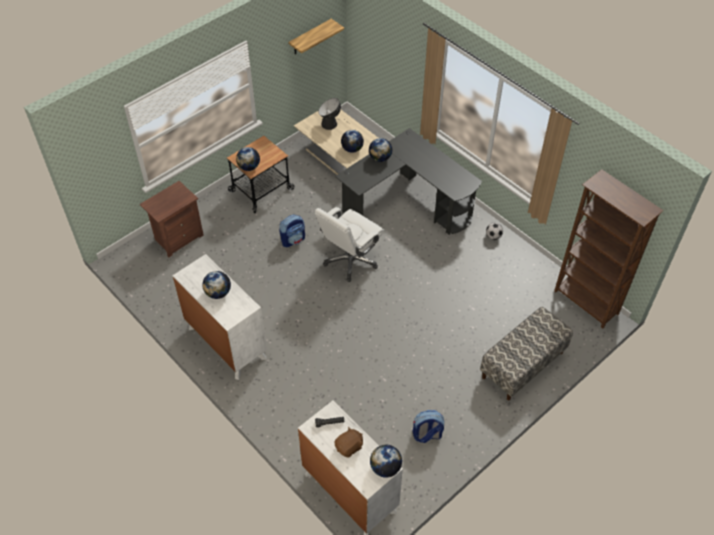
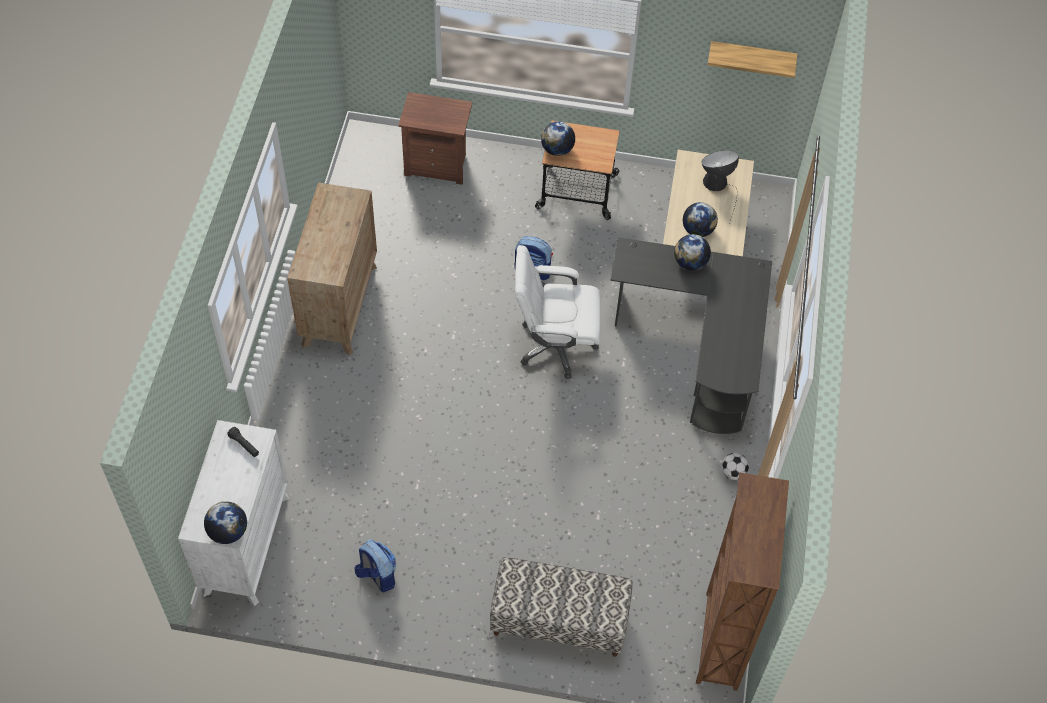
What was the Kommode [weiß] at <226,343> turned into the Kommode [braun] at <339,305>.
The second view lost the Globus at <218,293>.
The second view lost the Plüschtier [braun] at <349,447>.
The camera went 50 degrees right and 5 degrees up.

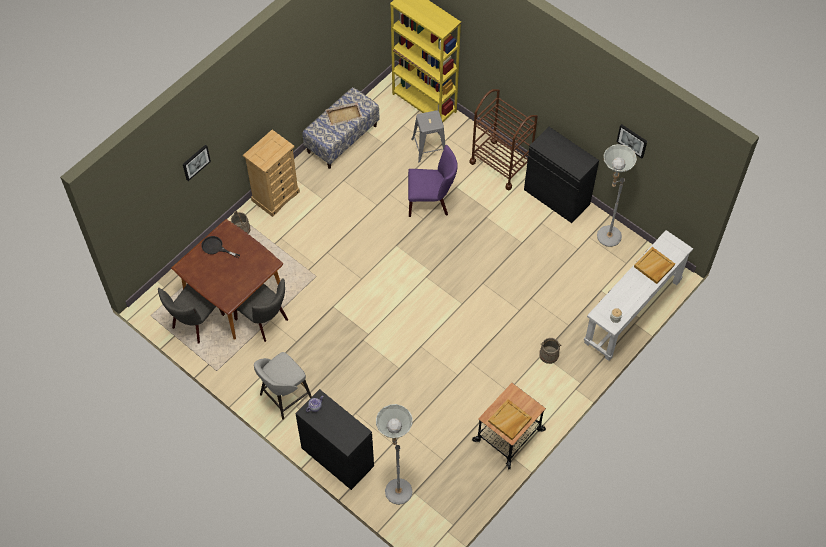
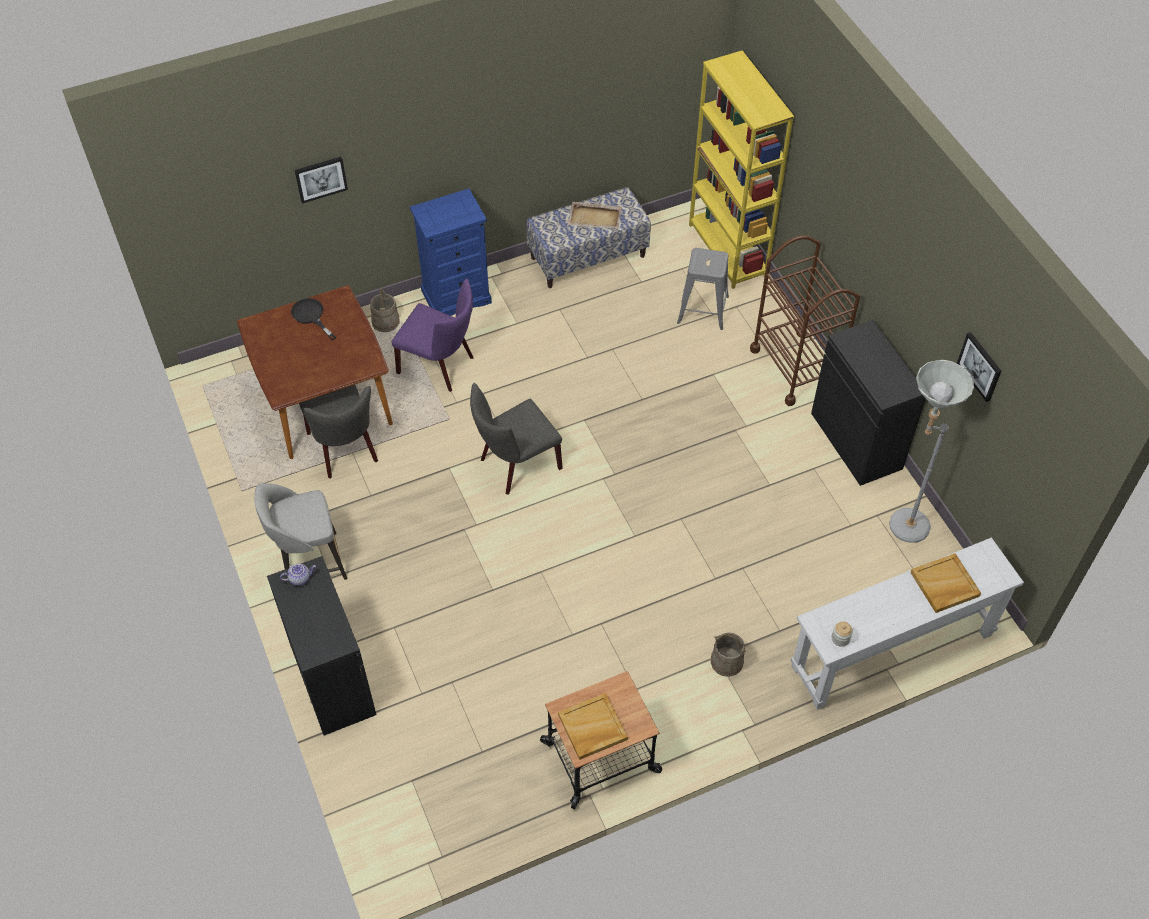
What was the Kommode [beige] at <275,196> turned into the Kommode [blau] at <456,296>.
The Stuhl [lila] ended up elsewhere, having gone from <431,201> to <440,366>.
The Stuhl [grau] ended up elsewhere, having gone from <195,323> to <516,465>.
The second view lost the Stehlampe [grau] at <396,486>.
The camera went 25 degrees right and 5 degrees down.

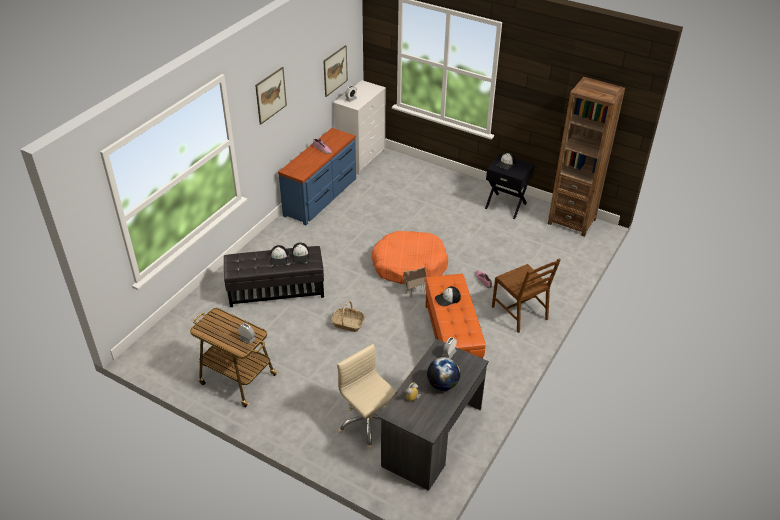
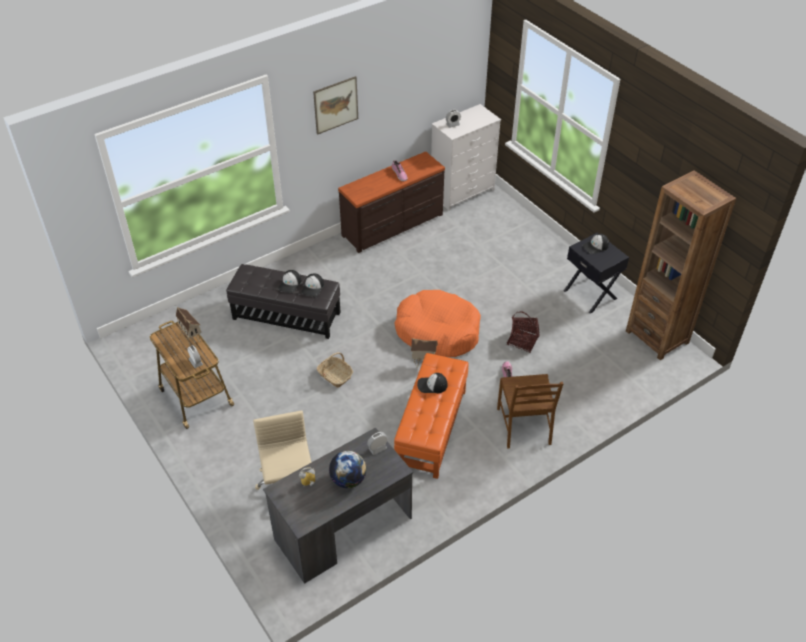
The second view lost the Bild at <335,70>.
What was the Kommode [blau] at <321,197> turned into the Kommode [braun] at <393,225>.
The second view gained the Spielzeughaus at <192,339>.
The second view gained the Korb at <522,341>.
The camera went 25 degrees right and 5 degrees up.

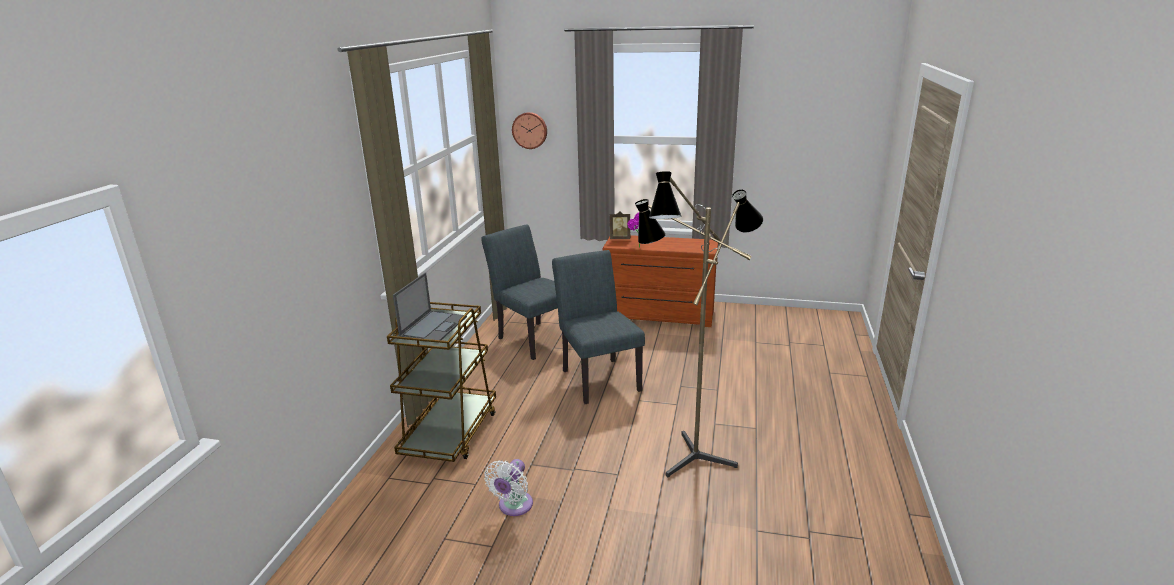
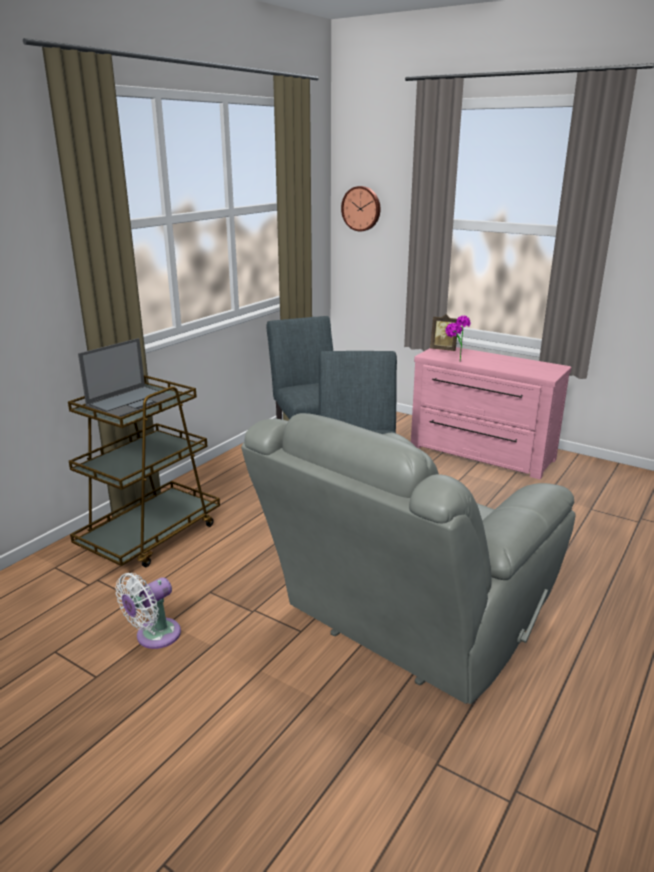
Where the Stehlampe stood at <688,455>, the Sessel [grau] came to stand at <406,631>.
What was the Kommode [braun] at <659,315> turned into the Kommode [rosa] at <480,454>.
The camera went 20 degrees right and 0 degrees up.

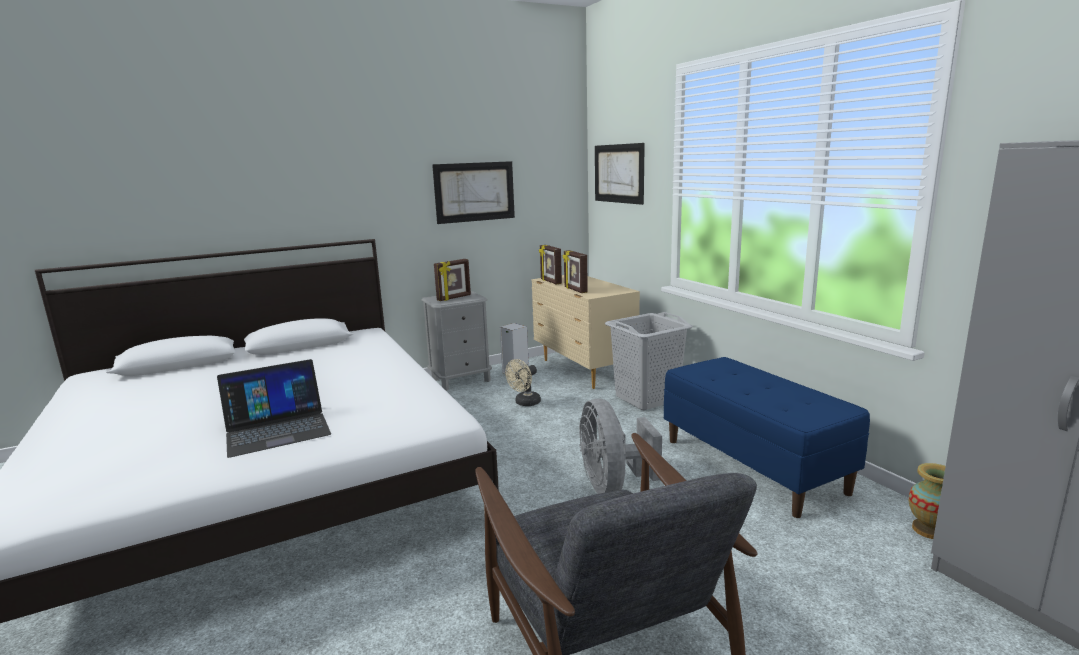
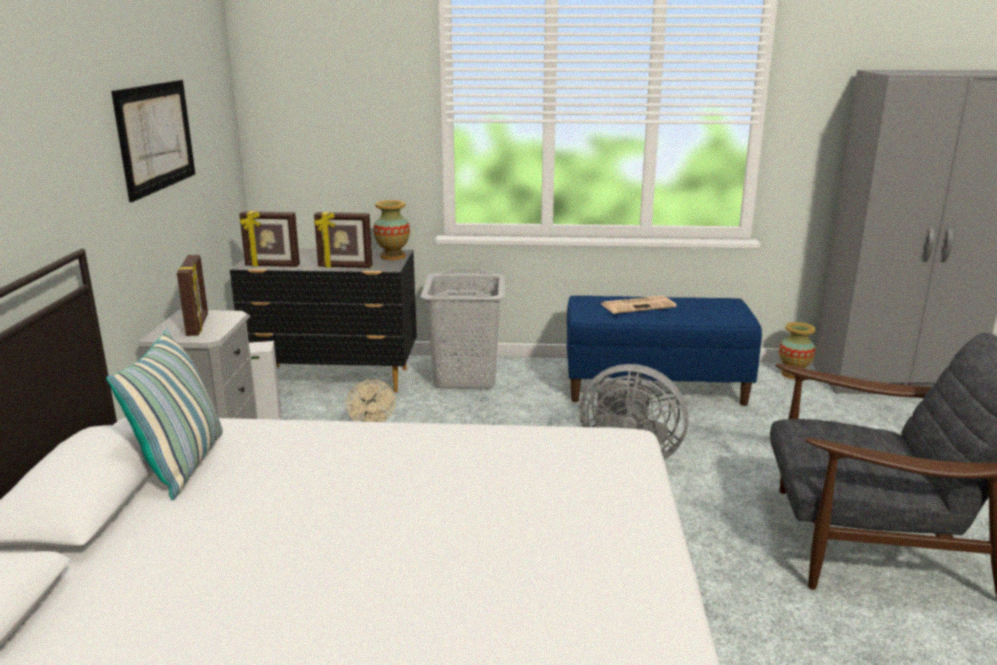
The second view lost the Bild at <618,173>.
What was the Kommode [beige] at <583,370> turned into the Kommode [schwarz] at <335,379>.
The second view lost the Laptop at <277,429>.
The second view gained the Vase at <393,256>.
The second view gained the Zeitung at <638,305>.
The second view gained the Kissen at <183,464>.
The camera went 60 degrees left and 5 degrees up.

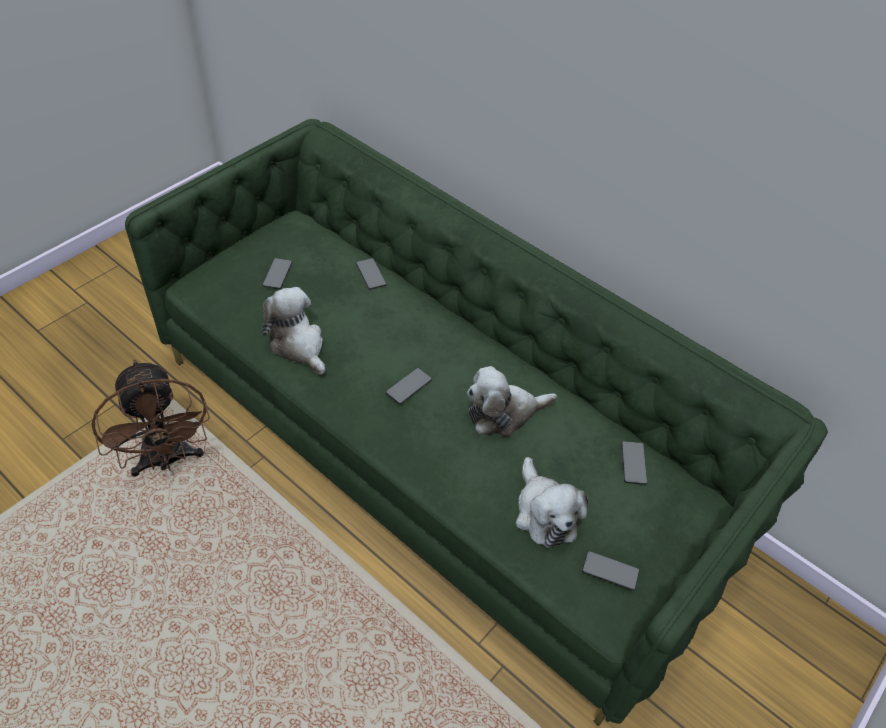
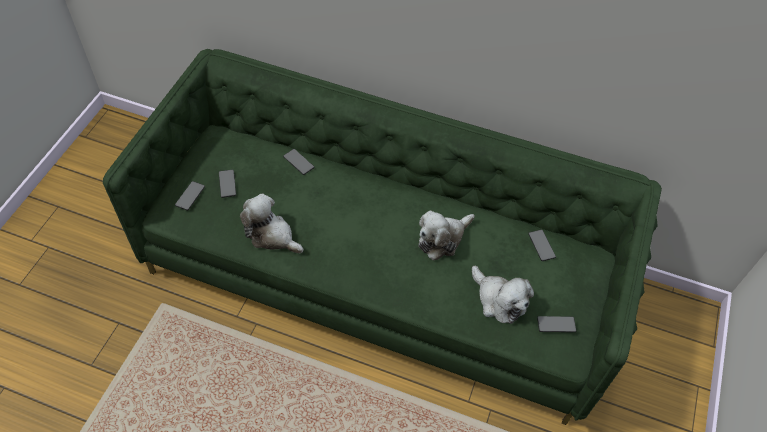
The second view lost the Ventilator [braun] at <167,460>.
The Handy ended up elsewhere, having gone from <409,386> to <190,196>.
The camera went 20 degrees left and 5 degrees up.

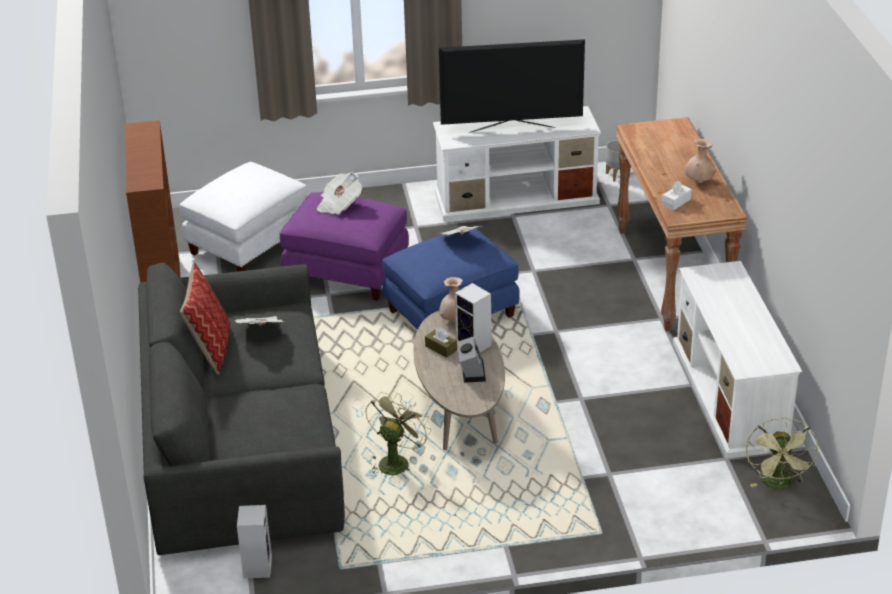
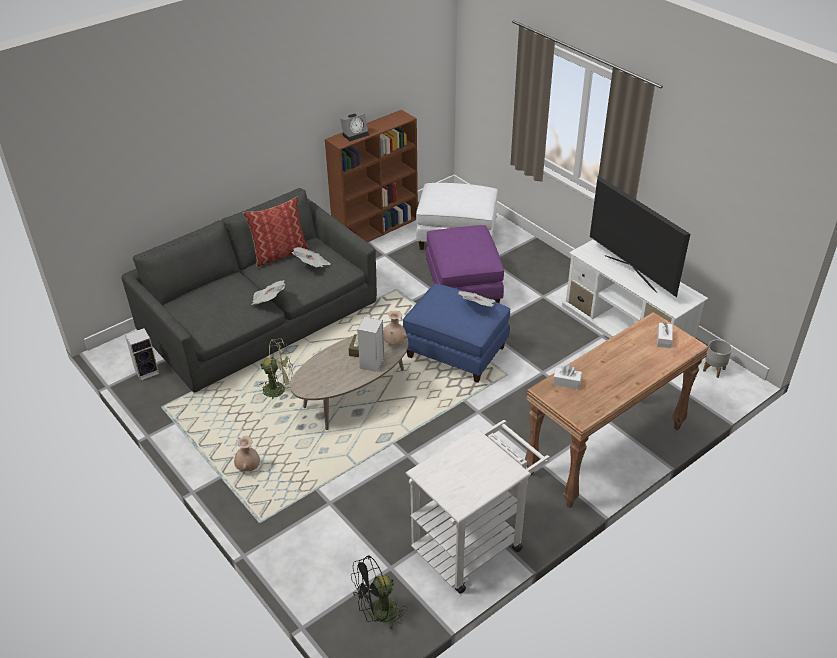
The Vase [beige] ended up elsewhere, having gone from <699,182> to <248,467>.
The Zeitung ended up elsewhere, having gone from <339,204> to <268,300>.
Where the Fernsehschrank [weiß] stood at <730,395>, the Rollwagen [weiß] came to stand at <474,542>.
The Wecker ended up elsewhere, having gone from <471,371> to <355,134>.
What was the Ventilator [grün] at <778,484> turned into the Ventilator [schwarz] at <378,614>.
The second view gained the Taschentuchbox [weiß] at <663,339>.
The camera went 60 degrees right and 5 degrees up.

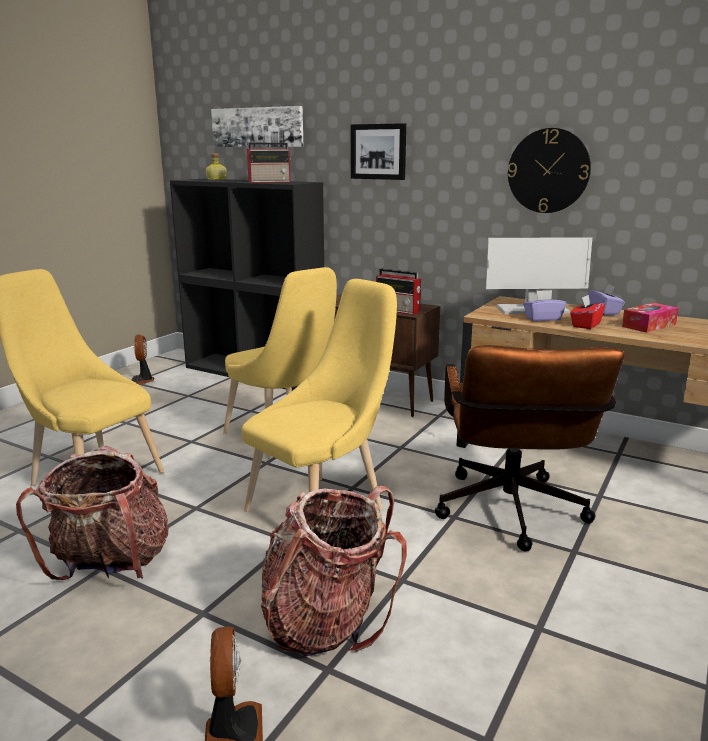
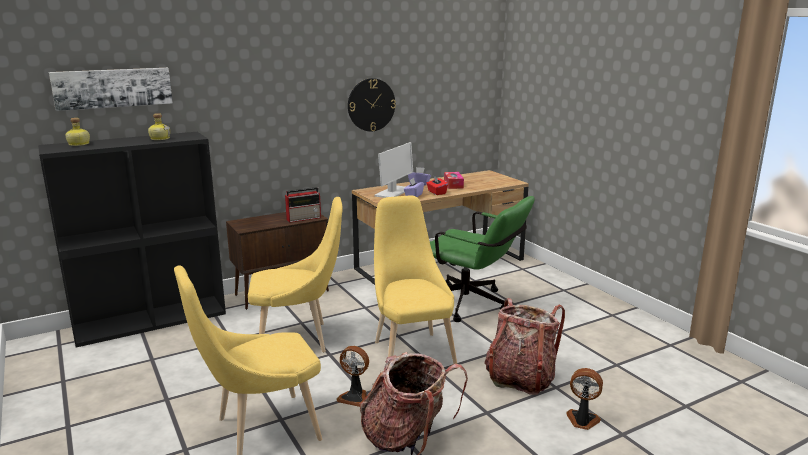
The second view lost the Bild at <378,151>.
Where the Radio stood at <270,182>, the Flasche came to stand at <160,138>.
The Ventilator ended up elsewhere, having gone from <142,381> to <354,397>.
What was the Bürostuhl [braun] at <511,516> turned into the Bürostuhl [grün] at <472,305>.
The camera went 60 degrees left and 0 degrees up.

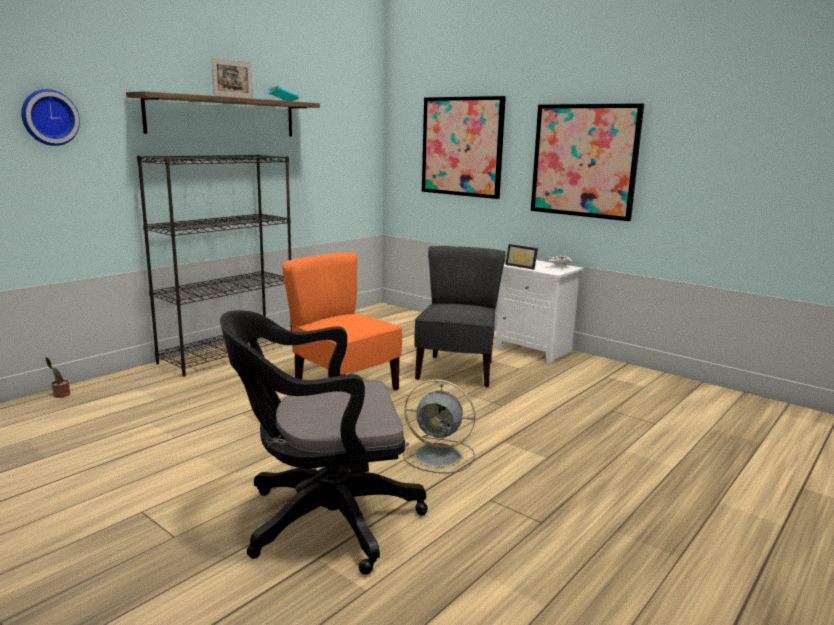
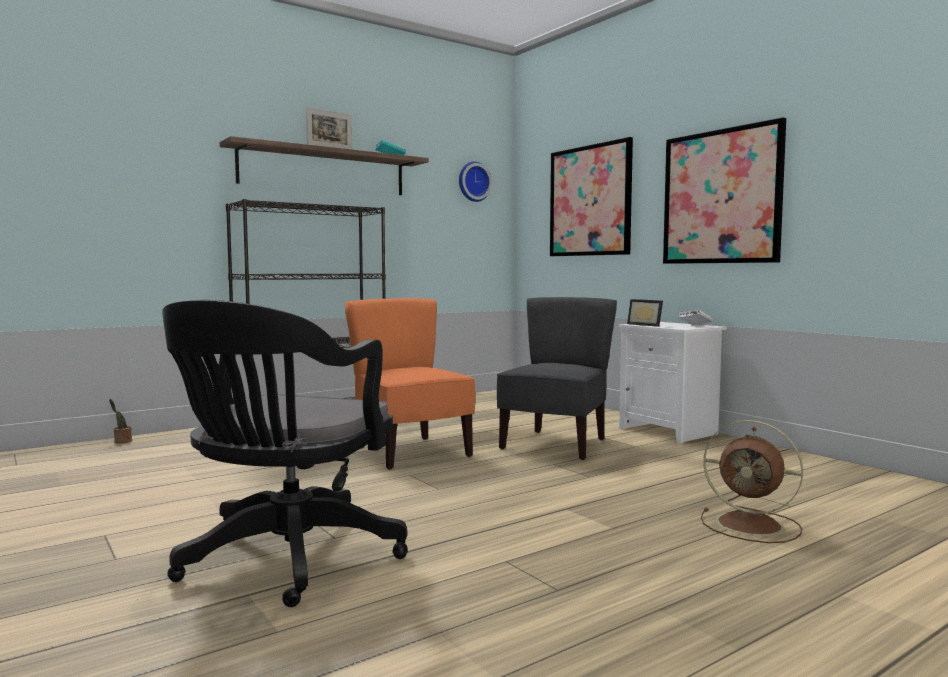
The Wanduhr ended up elsewhere, having gone from <49,117> to <473,182>.
The Bürostuhl [schwarz] at <322,520> ended up facing another way, 75 degrees counterclockwise from before.
The second view lost the Ventilator [grau] at <440,456>.
The second view gained the Ventilator [braun] at <752,525>.
The camera went 15 degrees right and 10 degrees down.

